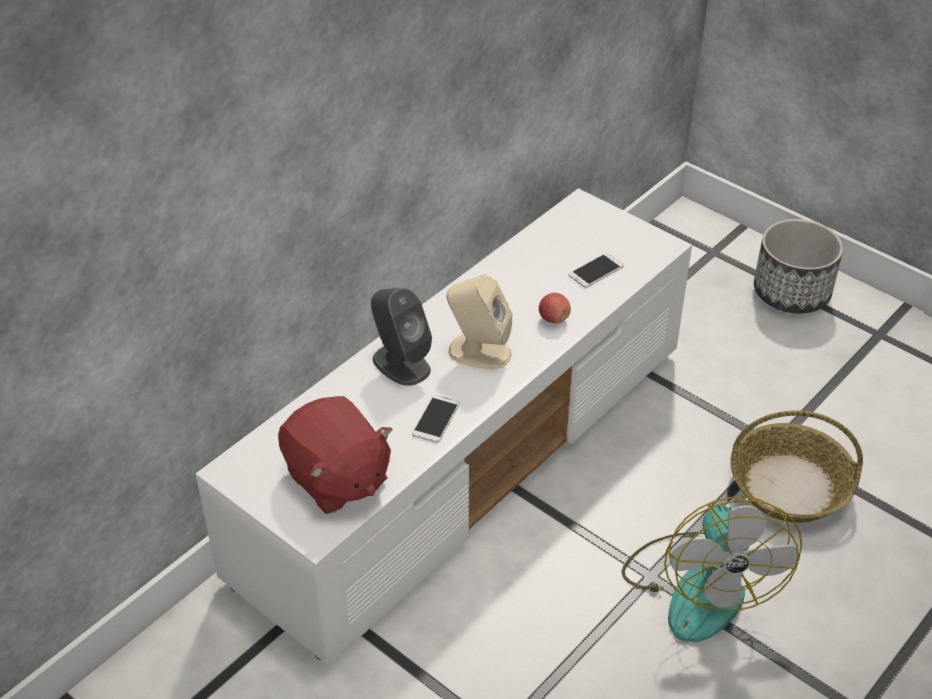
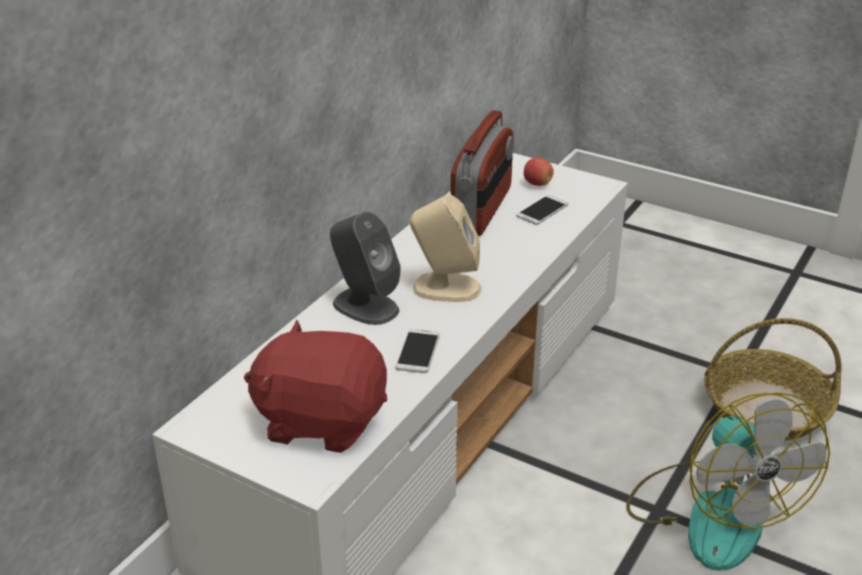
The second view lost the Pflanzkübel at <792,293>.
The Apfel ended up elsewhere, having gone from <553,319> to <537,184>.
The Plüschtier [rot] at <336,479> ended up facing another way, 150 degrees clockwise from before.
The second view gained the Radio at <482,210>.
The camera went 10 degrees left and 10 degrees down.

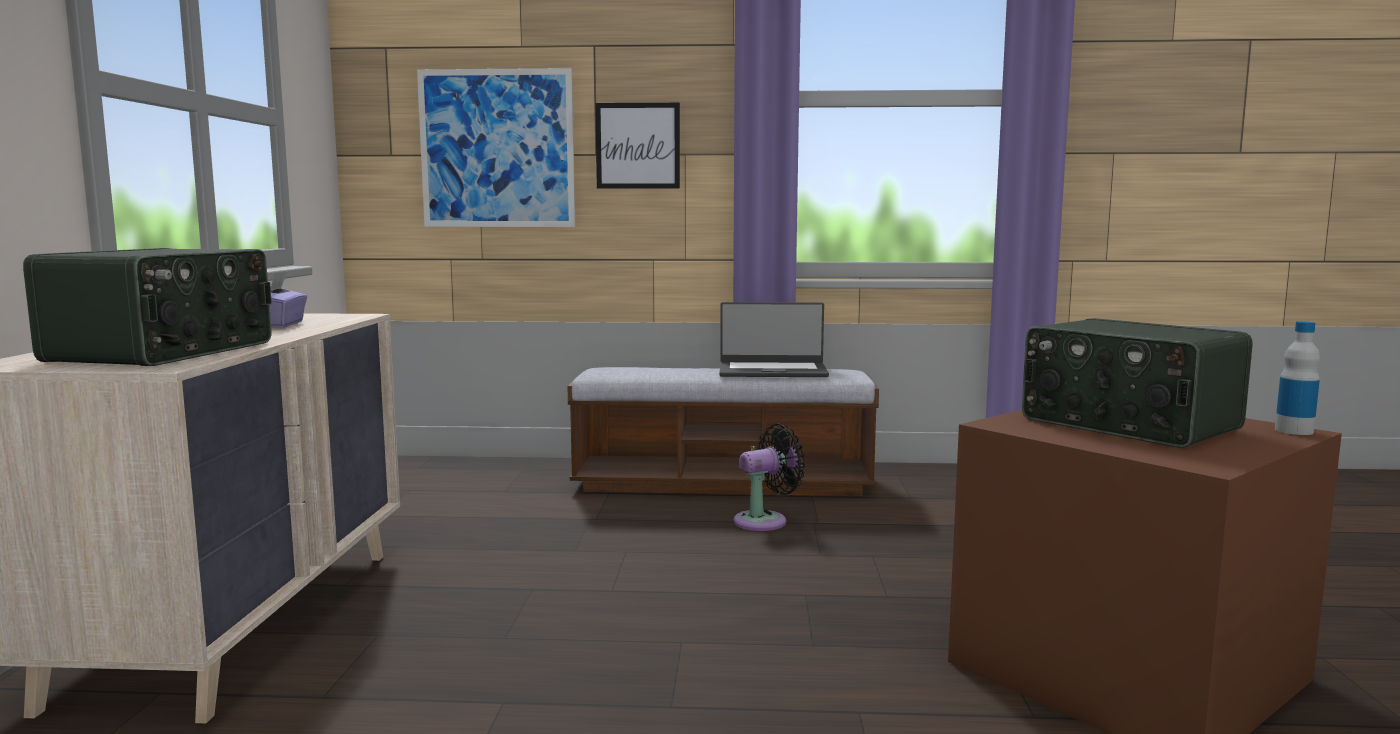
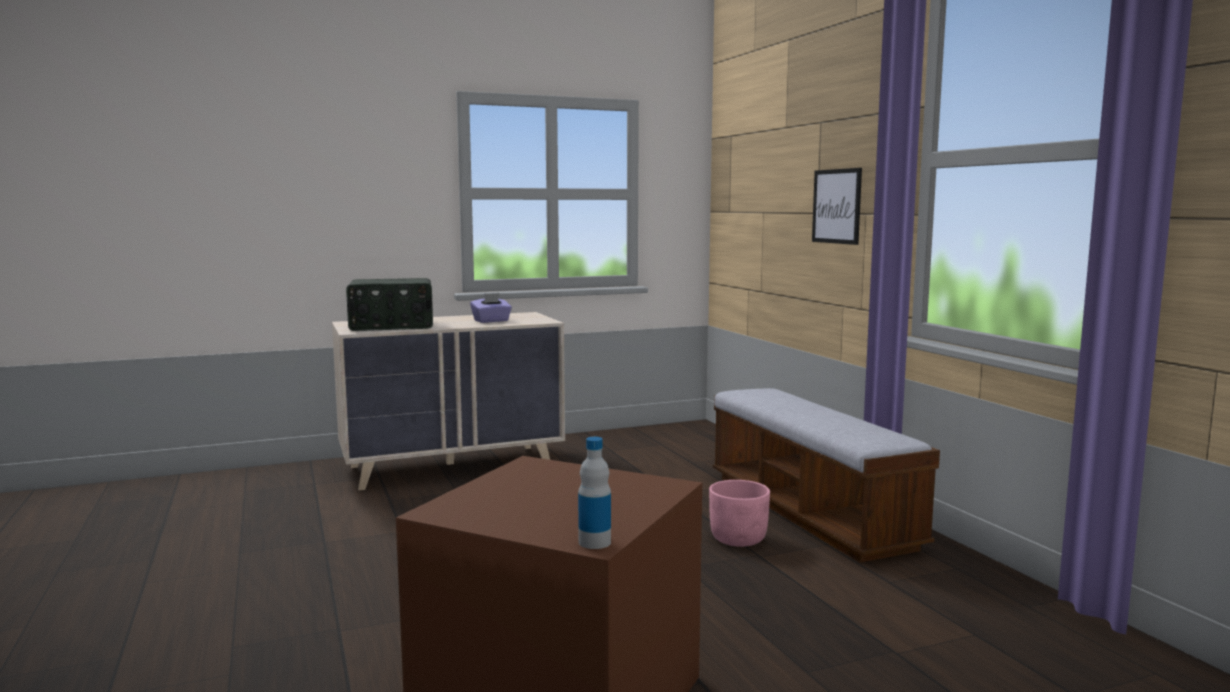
The second view lost the Bild at <497,149>.
The second view lost the Laptop at <772,371>.
The second view lost the Radio at <1127,425>.
Where the Ventilator [schwarz] stood at <765,521>, the Pflanzkübel [rosa] came to stand at <738,539>.
The camera went 65 degrees right and 0 degrees up.

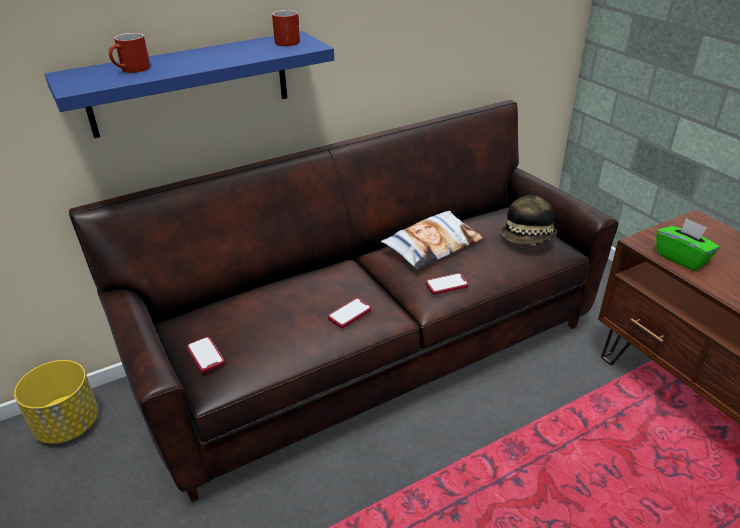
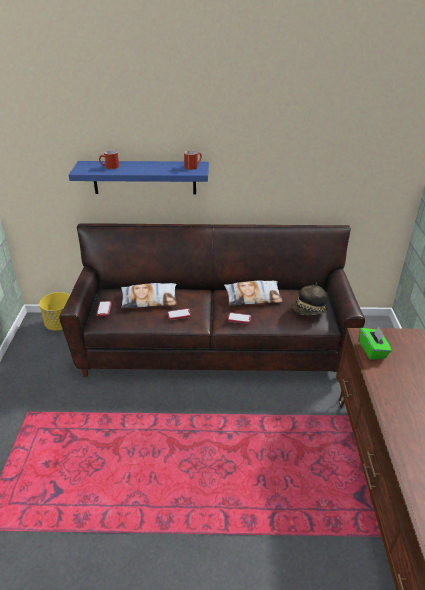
The second view gained the Kissen at <149,299>.
The camera went 30 degrees right and 0 degrees up.

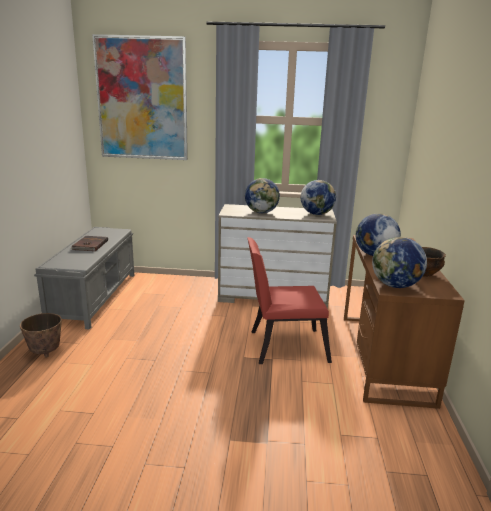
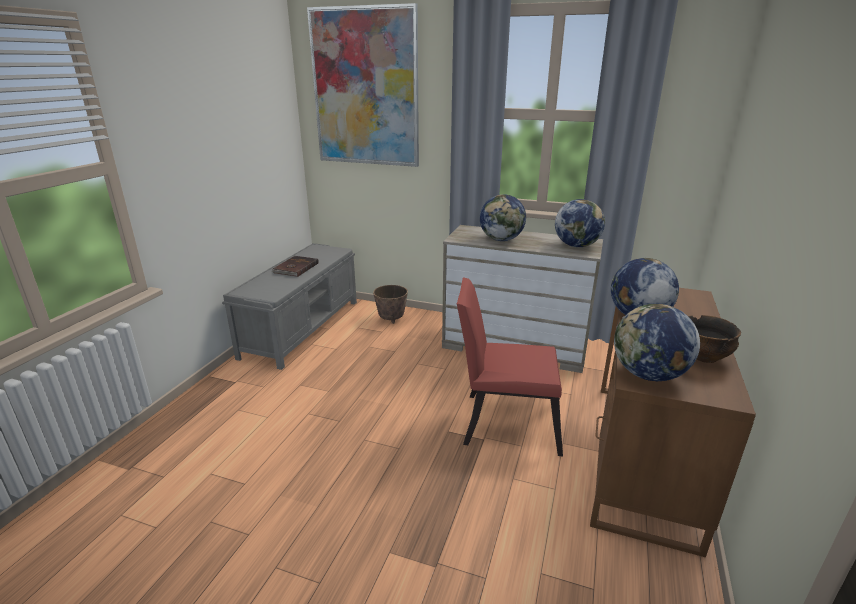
The Pflanzkübel ended up elsewhere, having gone from <45,352> to <391,319>.
The camera went 15 degrees right and 5 degrees up.

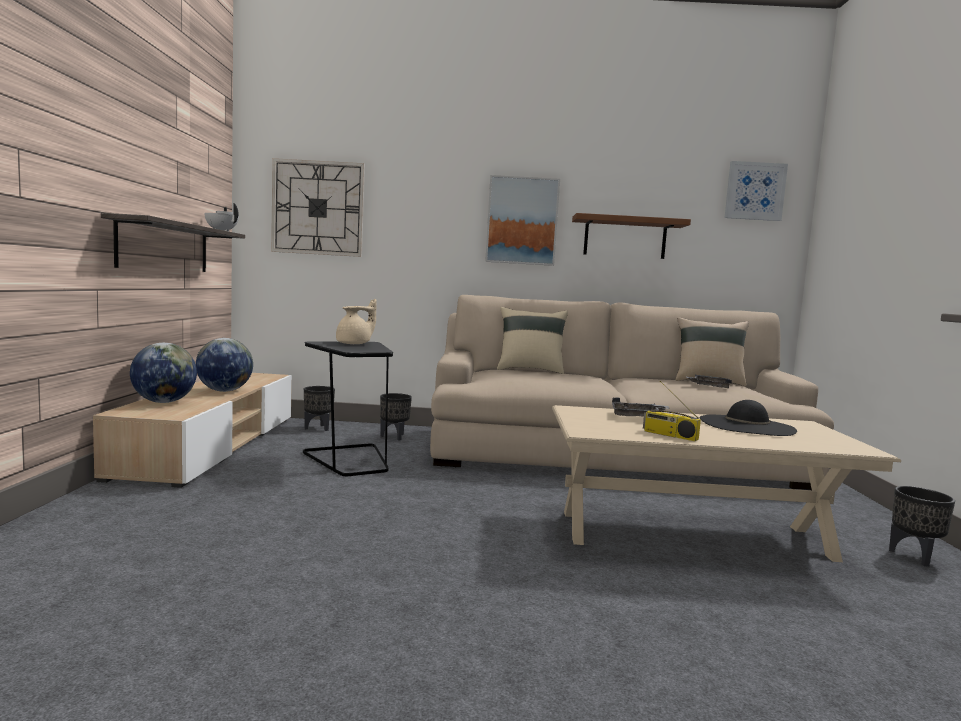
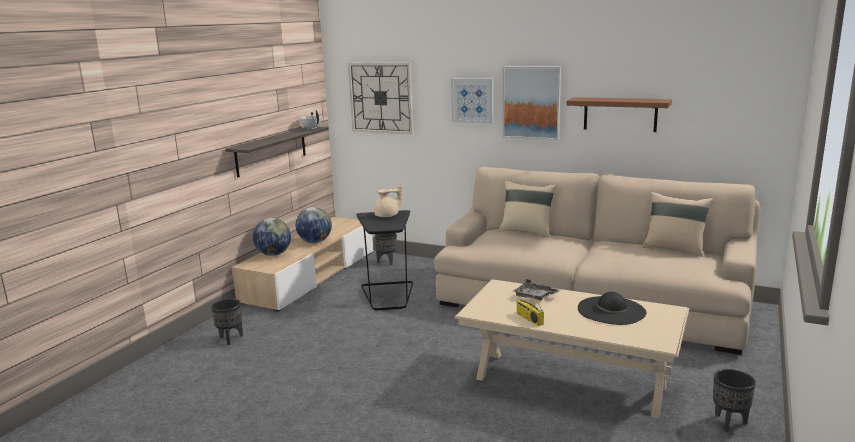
The Bild ended up elsewhere, having gone from <755,191> to <472,100>.
The second view lost the Tablett [grau] at <709,386>.
The Pflanzkübel [schwarz] ended up elsewhere, having gone from <394,437> to <231,339>.
The camera went 25 degrees right and 10 degrees up.

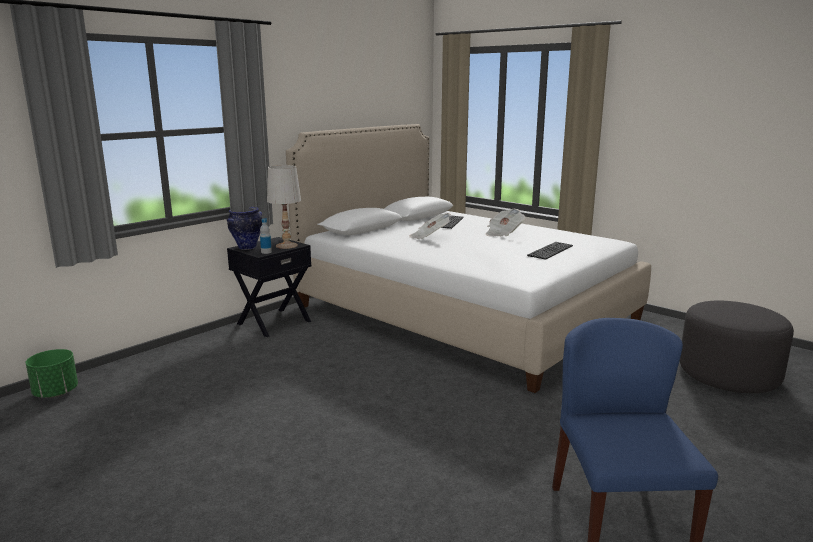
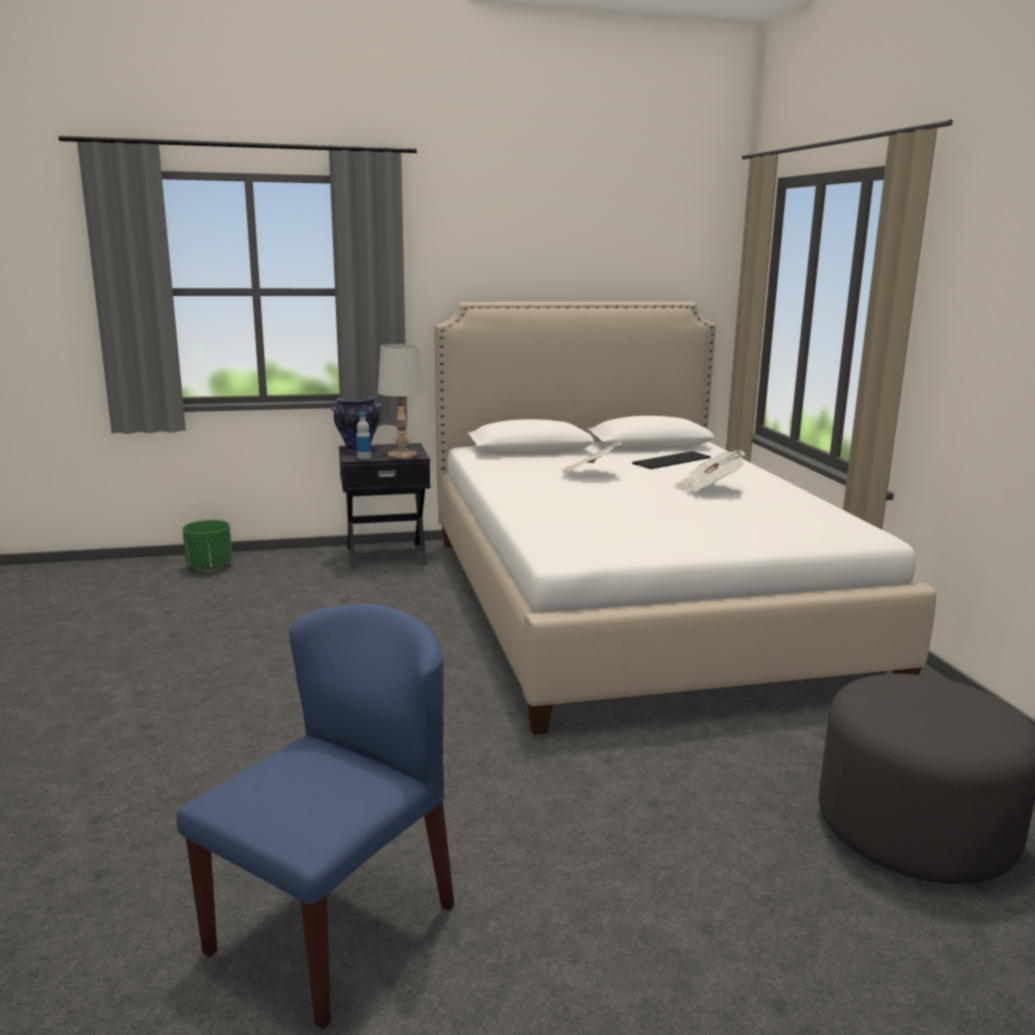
The second view lost the Tastatur at <549,250>.
The Pflanzkübel [grün] ended up elsewhere, having gone from <55,393> to <209,566>.
The camera went 35 degrees right and 0 degrees up.

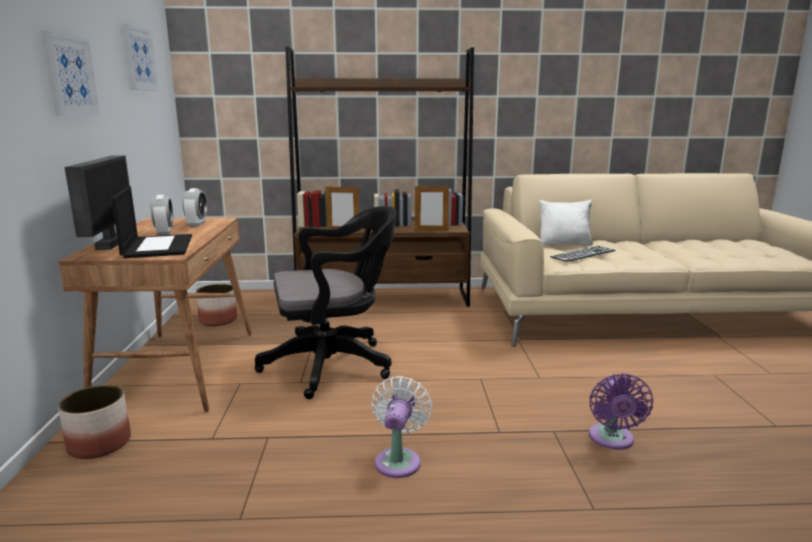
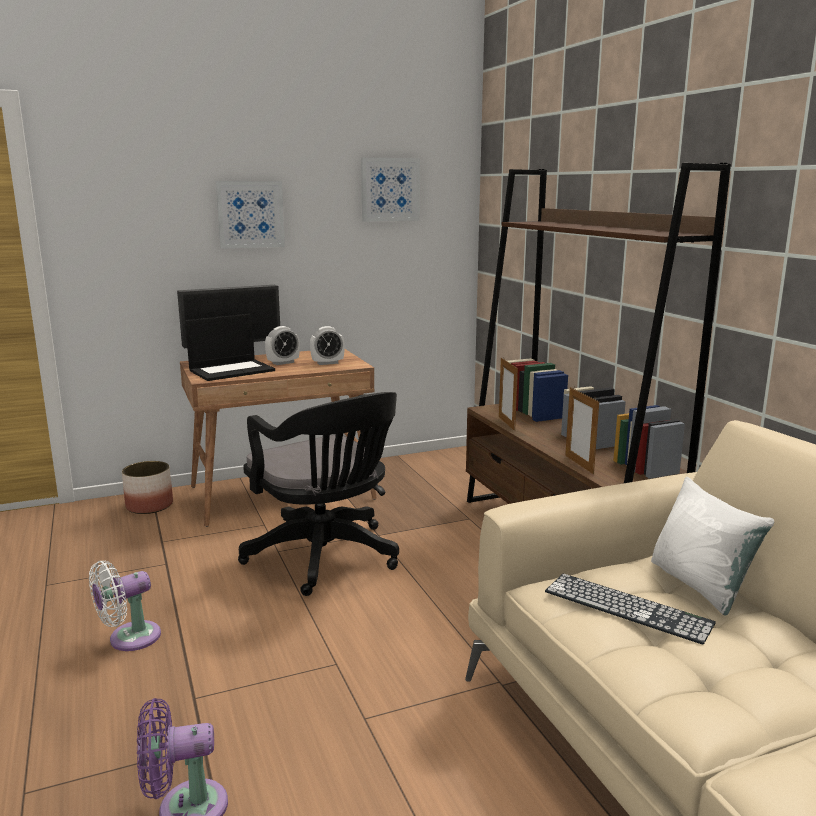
The second view lost the Pflanzkübel at <218,320>.
The Ventilator [weiß] at <399,460> ended up facing another way, 150 degrees clockwise from before.
The camera went 70 degrees right and 0 degrees up.

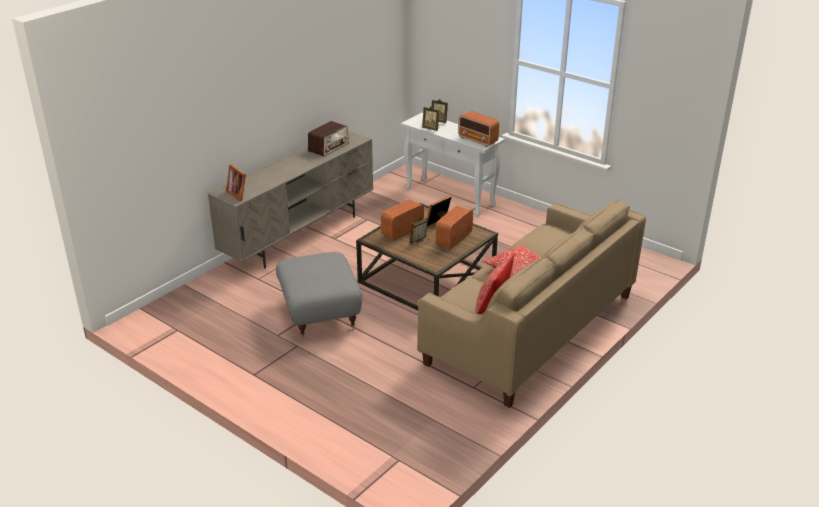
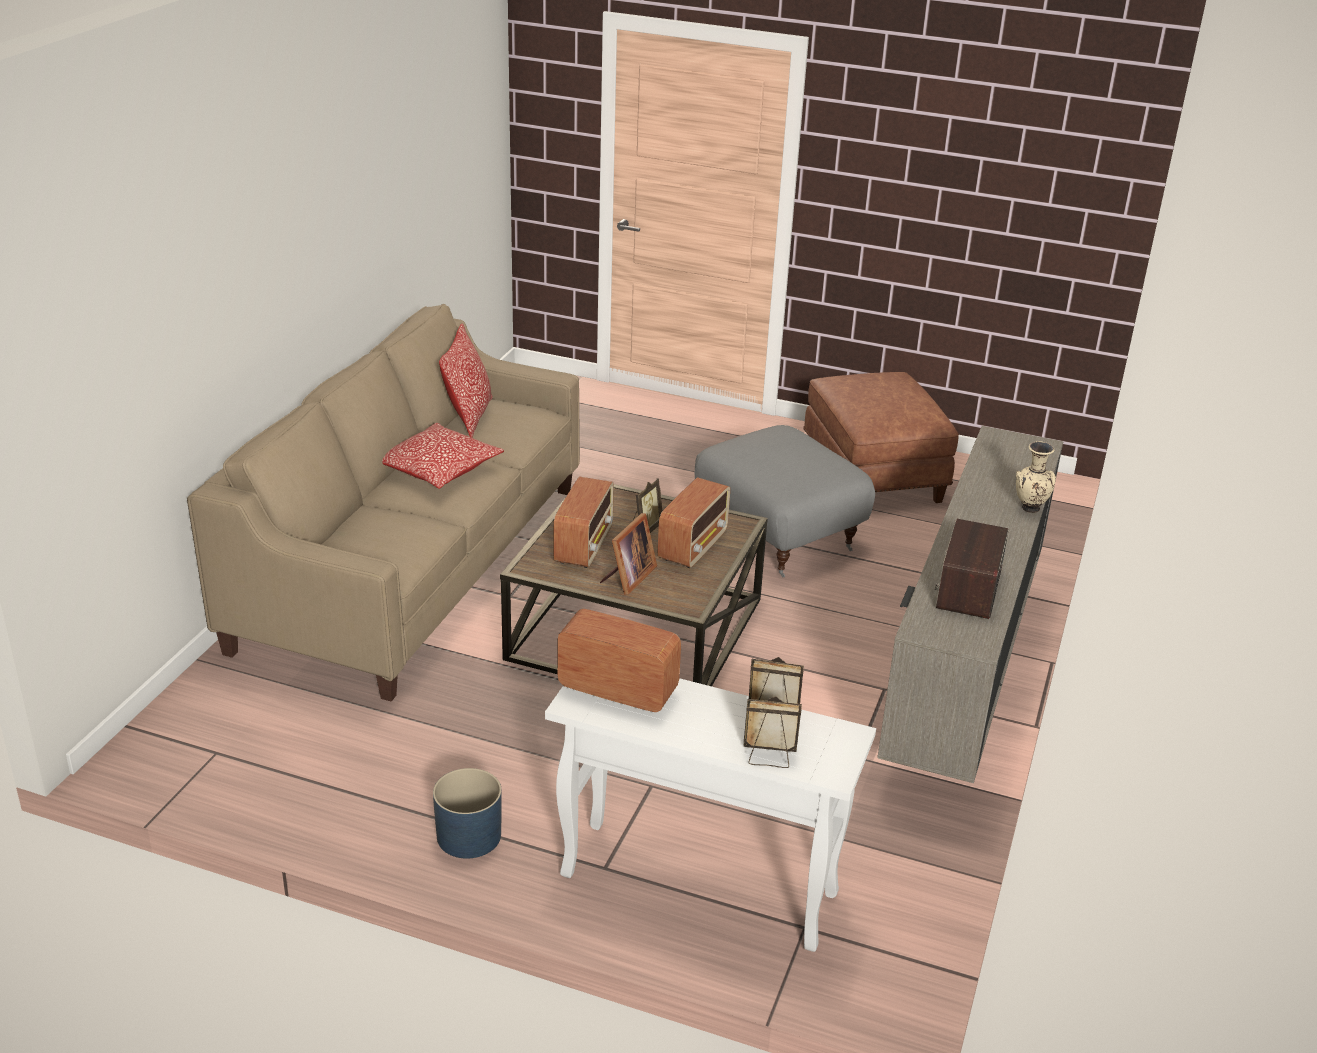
The second view lost the Bilderrahmen at <238,194>.
The second view gained the Polsterhocker [braun] at <871,475>.
The second view gained the Vase [beige] at <1029,509>.
The second view gained the Pflanzkübel [blau] at <468,836>.
The camera went 160 degrees right and 0 degrees up.

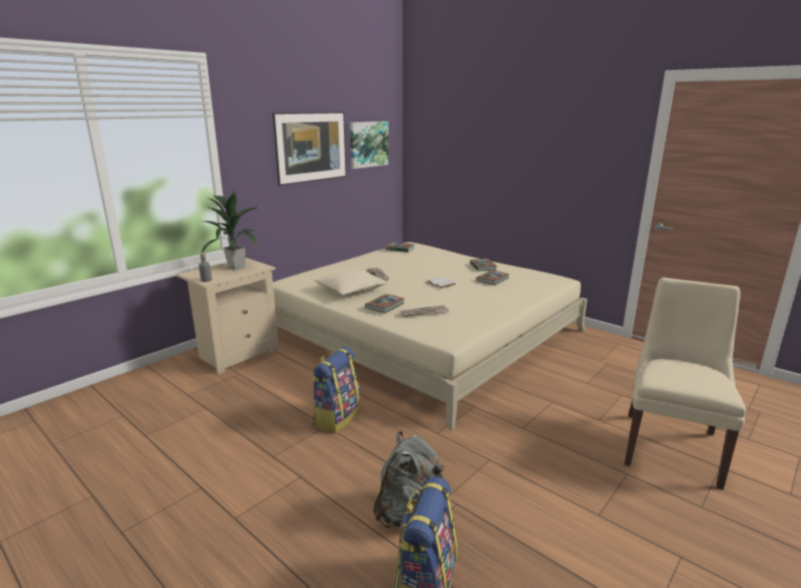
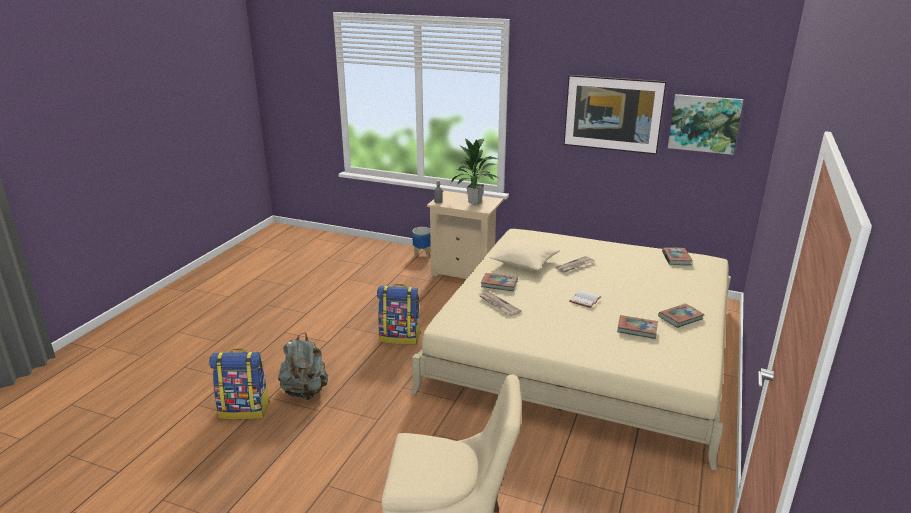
The second view gained the Pflanzkübel at <422,254>.
The camera went 70 degrees right and 5 degrees up.

